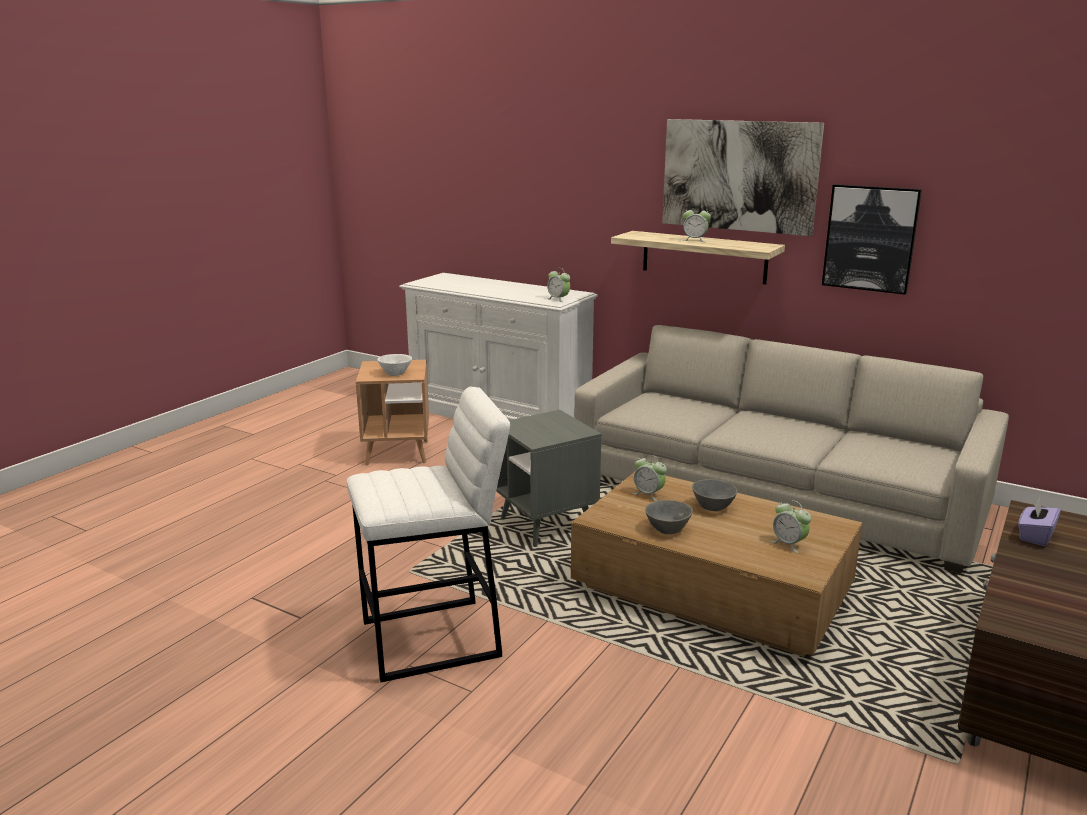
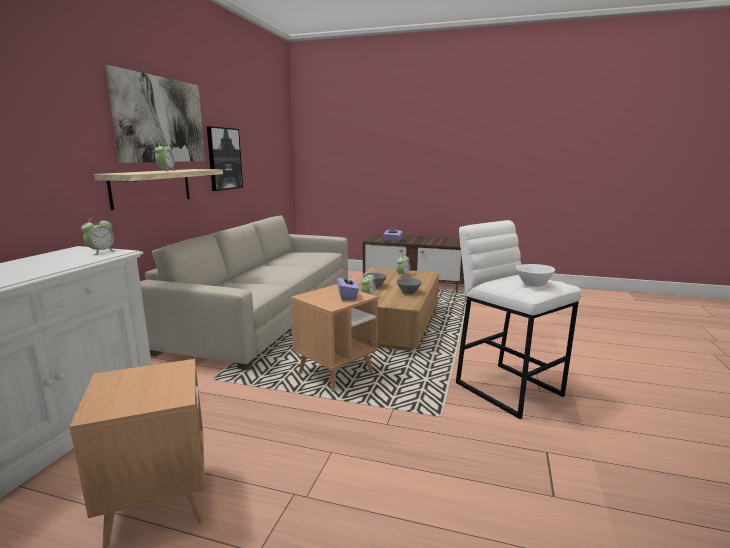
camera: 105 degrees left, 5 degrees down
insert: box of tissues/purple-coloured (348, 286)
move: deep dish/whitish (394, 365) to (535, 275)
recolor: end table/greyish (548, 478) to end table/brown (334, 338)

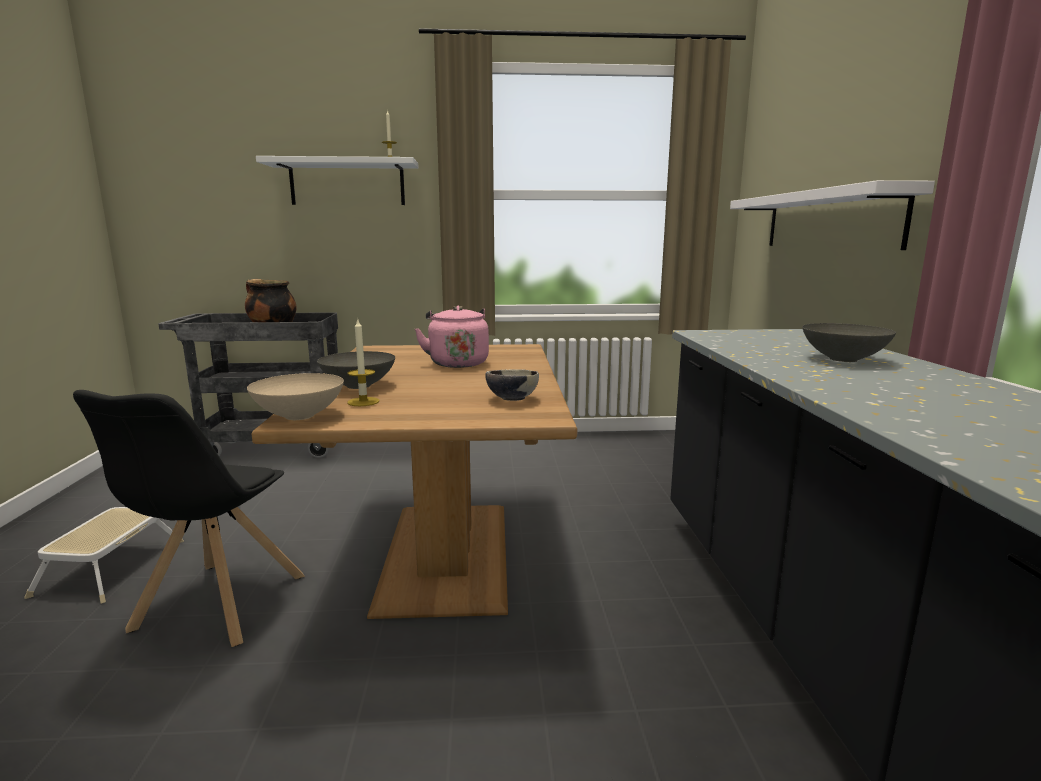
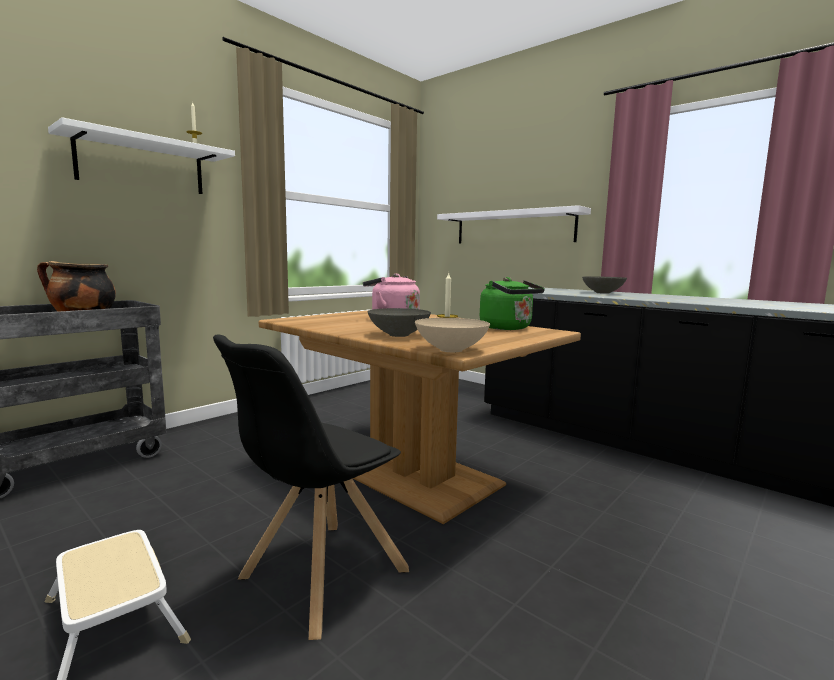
camera: 45 degrees left, 5 degrees down
replace: deep dish (512, 385) to tea kettle/greenish (512, 303)
rotate: upright chair/black-coloured (189, 518) = (311, 487) 75 degrees clockwise

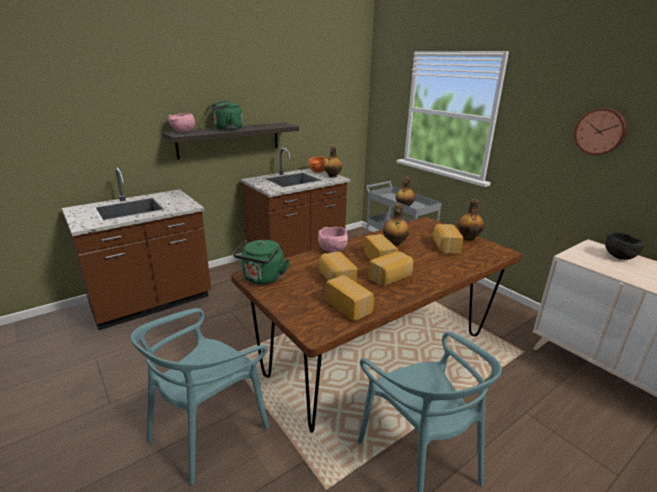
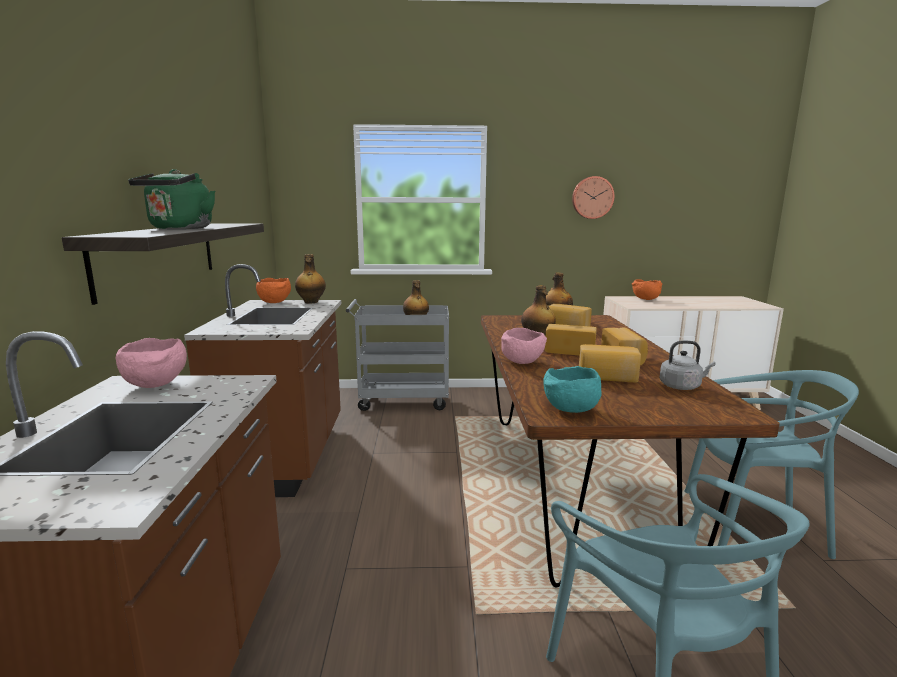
camera: 55 degrees left, 10 degrees down
move: deep dish/pink (181, 122) to (151, 363)
replace: tea kettle/greenish (261, 262) to deep dish/blue-green (572, 389); baked bread (350, 298) to tea kettle/greyish (687, 365)
recolor: deep dish/black-coloured (625, 246) to deep dish/orange-coloured (647, 289)

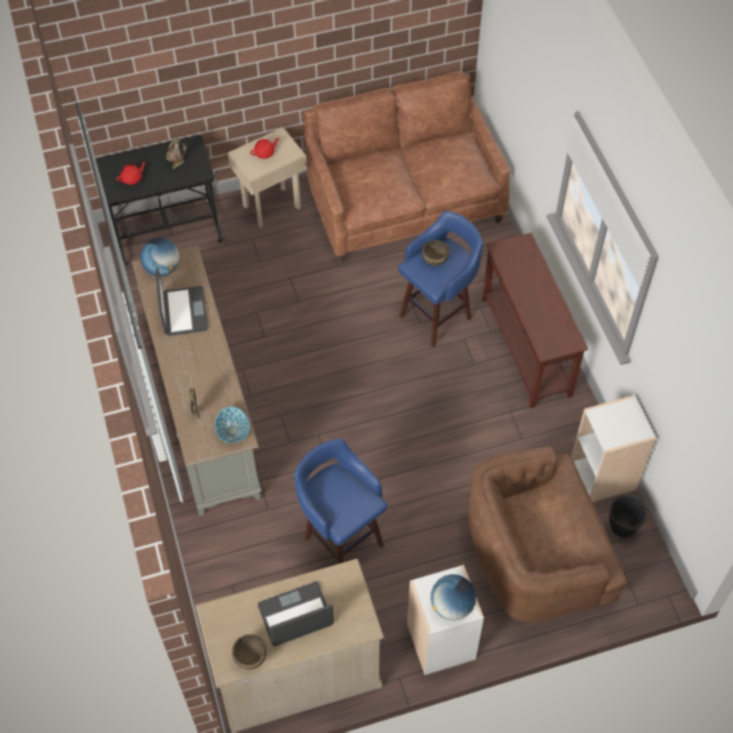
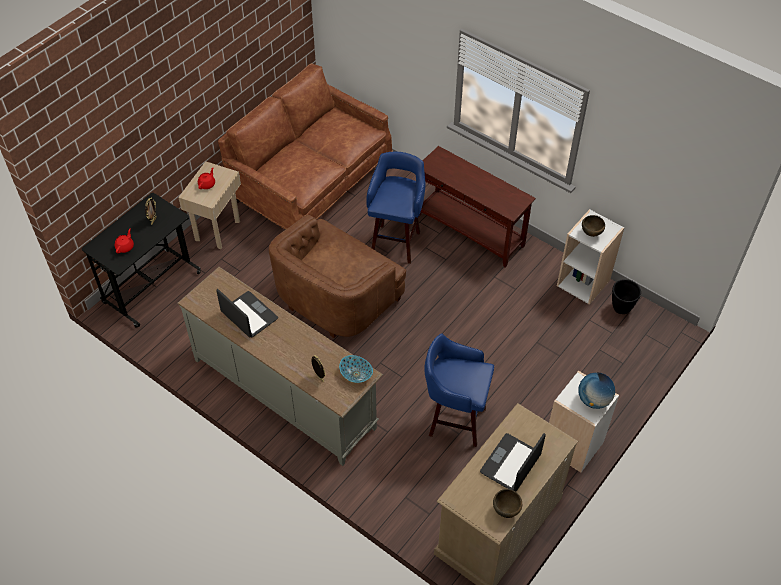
camera: 35 degrees left, 5 degrees down
delete: globe (159, 257)
move: deep dish/brown (436, 253) to (593, 226); lounge chair/brown (548, 534) to (337, 276)

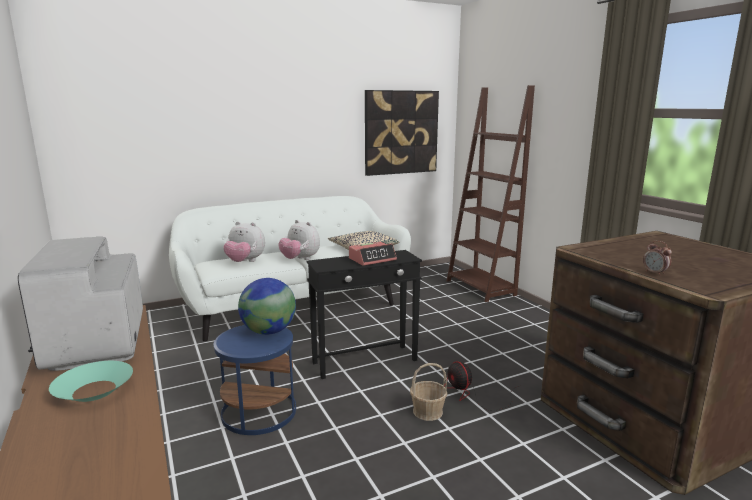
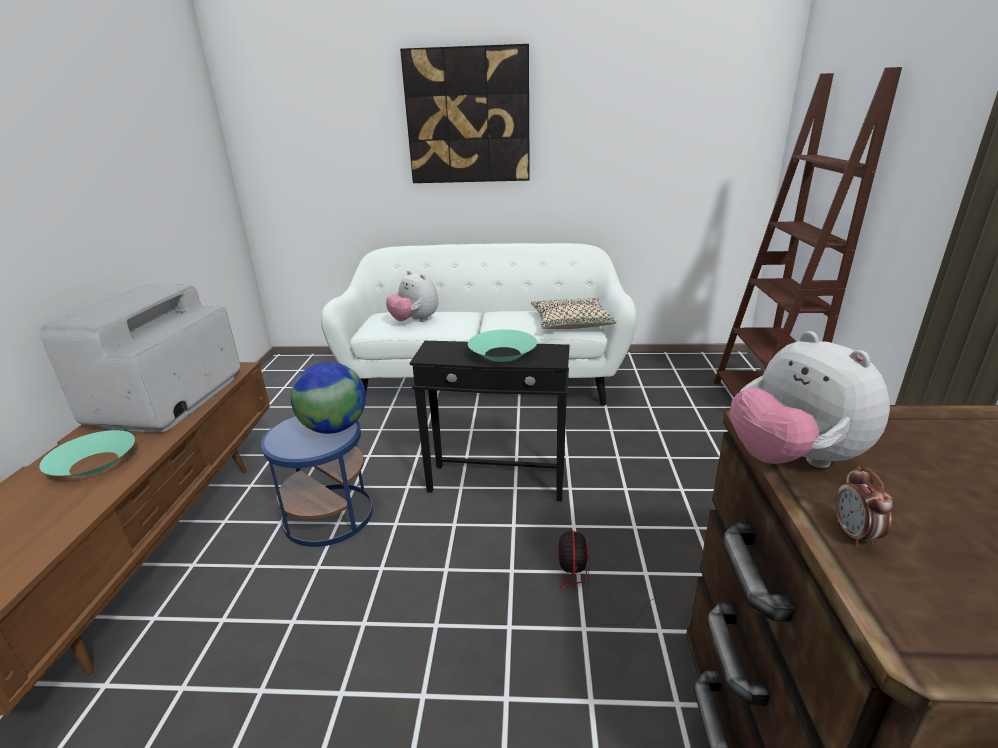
camera: 30 degrees right, 10 degrees up
delete: basket (428, 392)
move: soft toy (299, 240) to (810, 399); wall art (402, 133) to (465, 113)
replace: table clock (373, 253) to deep dish/blue-green (502, 346)

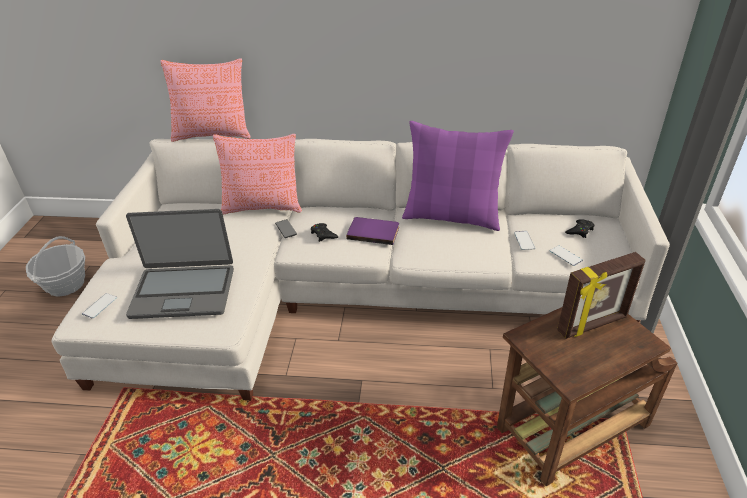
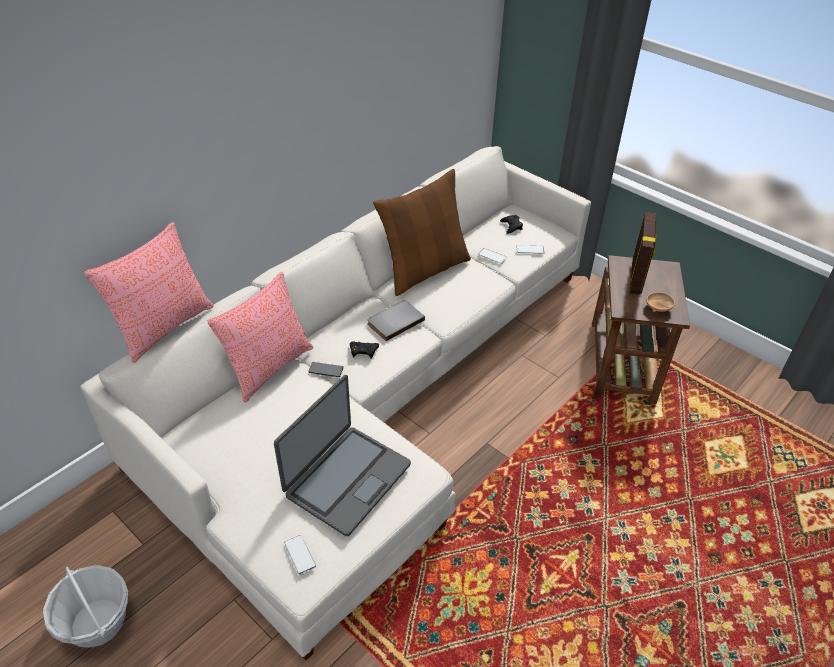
camera: 55 degrees left, 5 degrees up
insert: deep dish/brown (660, 302)
recolor: volume/purple-coloured (372, 231) to volume/greyish (396, 320); cushion/purple-coloured (458, 176) to cushion/brown (422, 232)

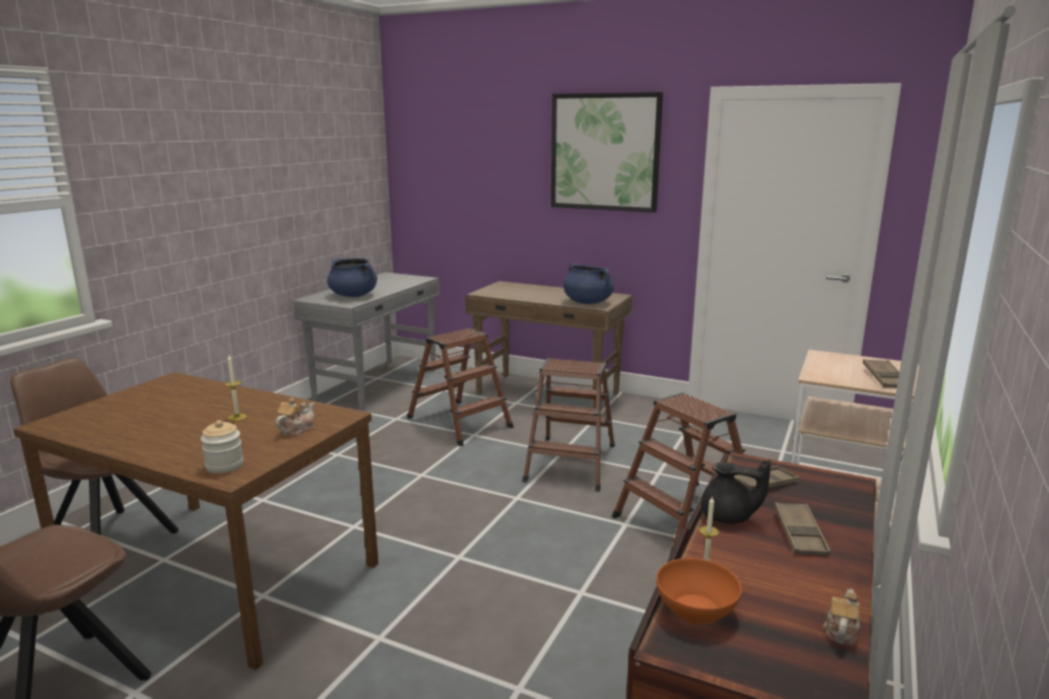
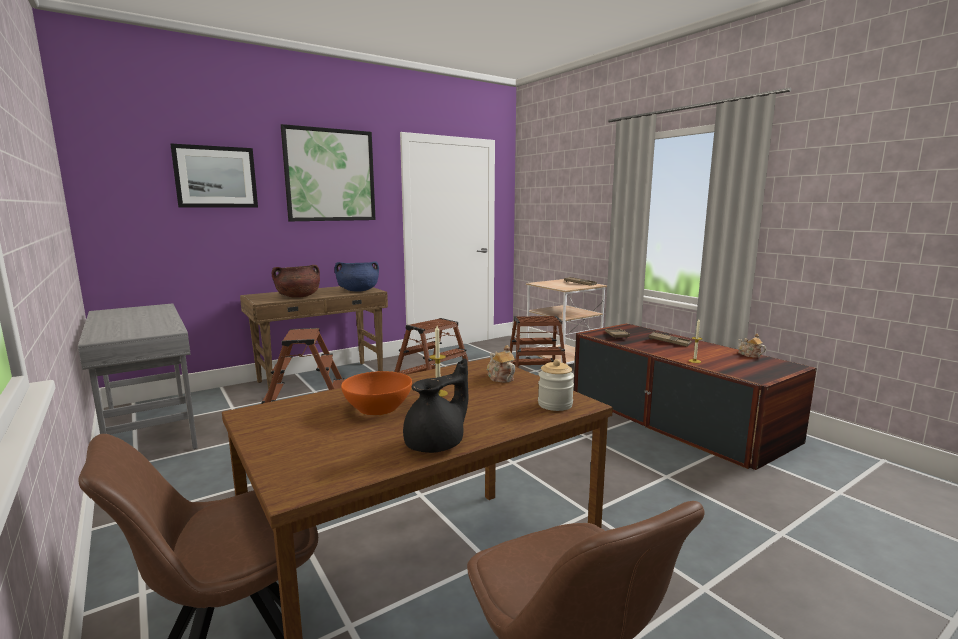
camera: 60 degrees left, 5 degrees down
delete: stockpot/blue-coloured (352, 277)
insert: wall art (214, 176); stockpot/brown (296, 281)
move: deep dish/orange-coloured (699, 591) to (376, 393); pot for tea/black-coloured (736, 492) to (435, 405)

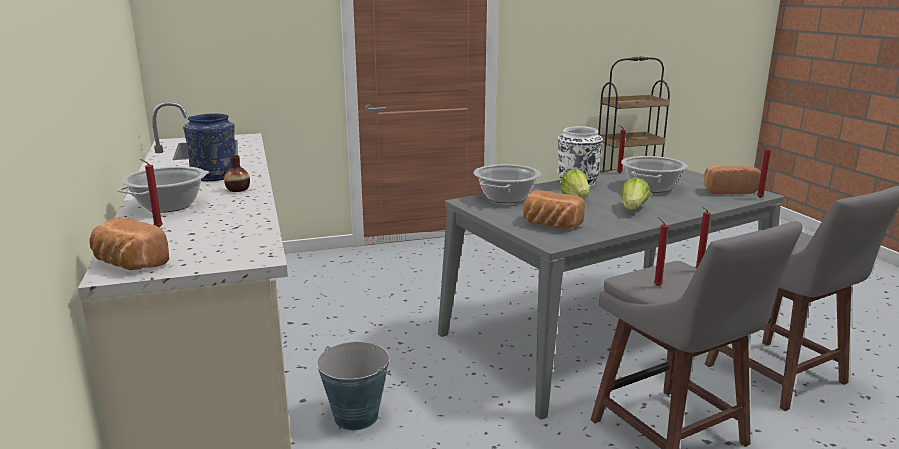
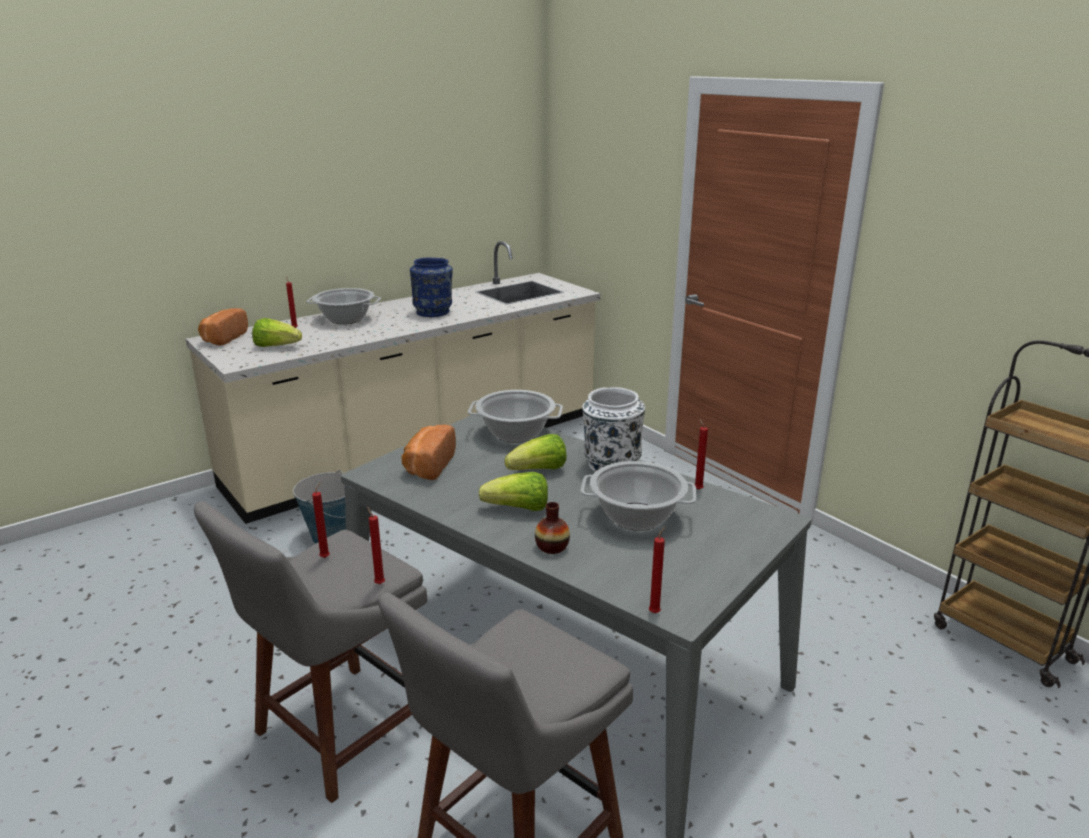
camera: 70 degrees right, 5 degrees up
delete: baked bread (732, 180)
insert: head of lettuce (277, 332)
move: decorative vase (237, 173) to (552, 528)

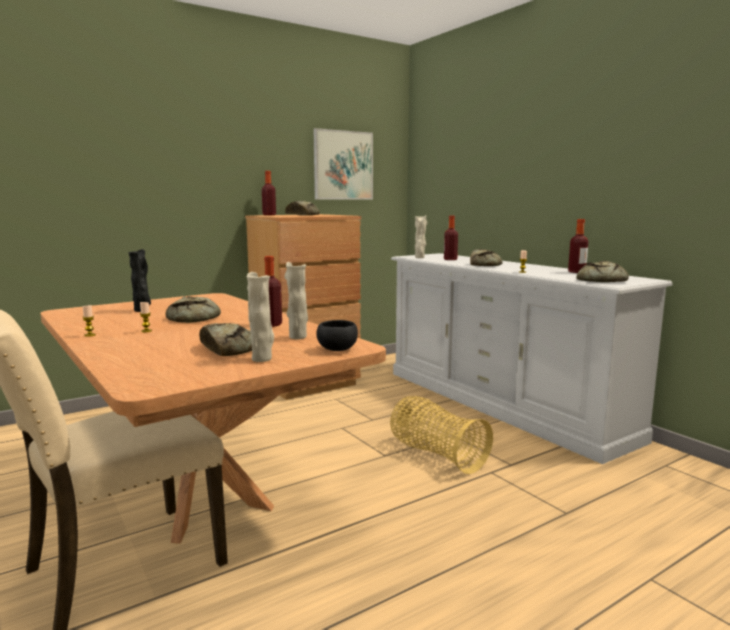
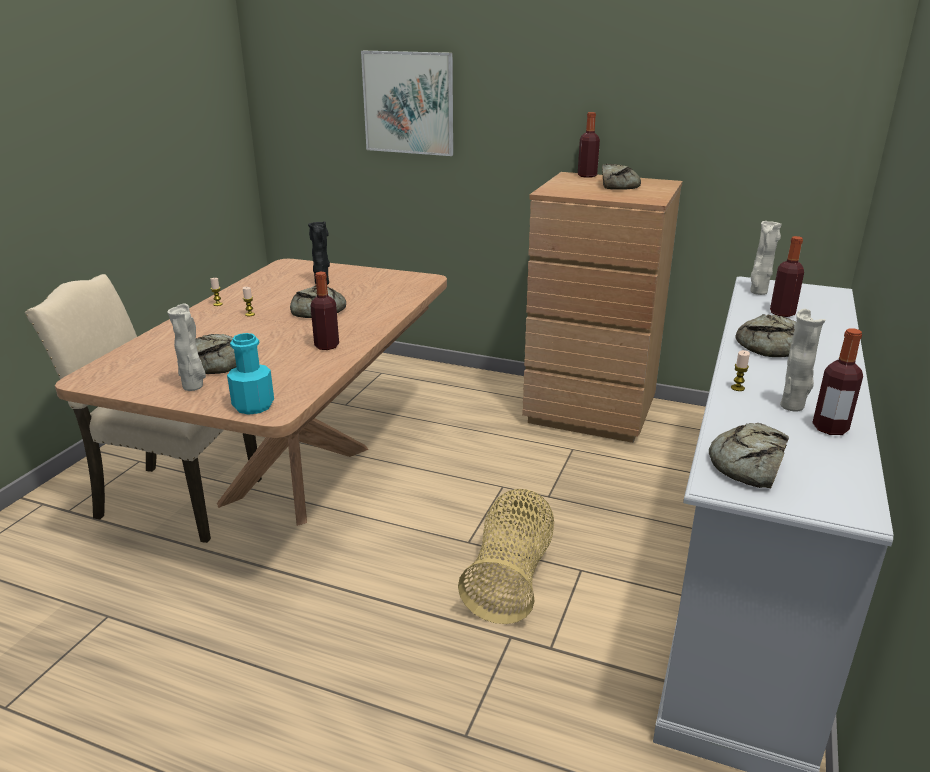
camera: 55 degrees right, 15 degrees up
move: decorative vase/beige-coloured (296, 300) to (803, 360); wall art (343, 163) to (407, 103)
replace: deep dish/black-coloured (337, 335) to beverage bottle/blue-green (250, 374)

